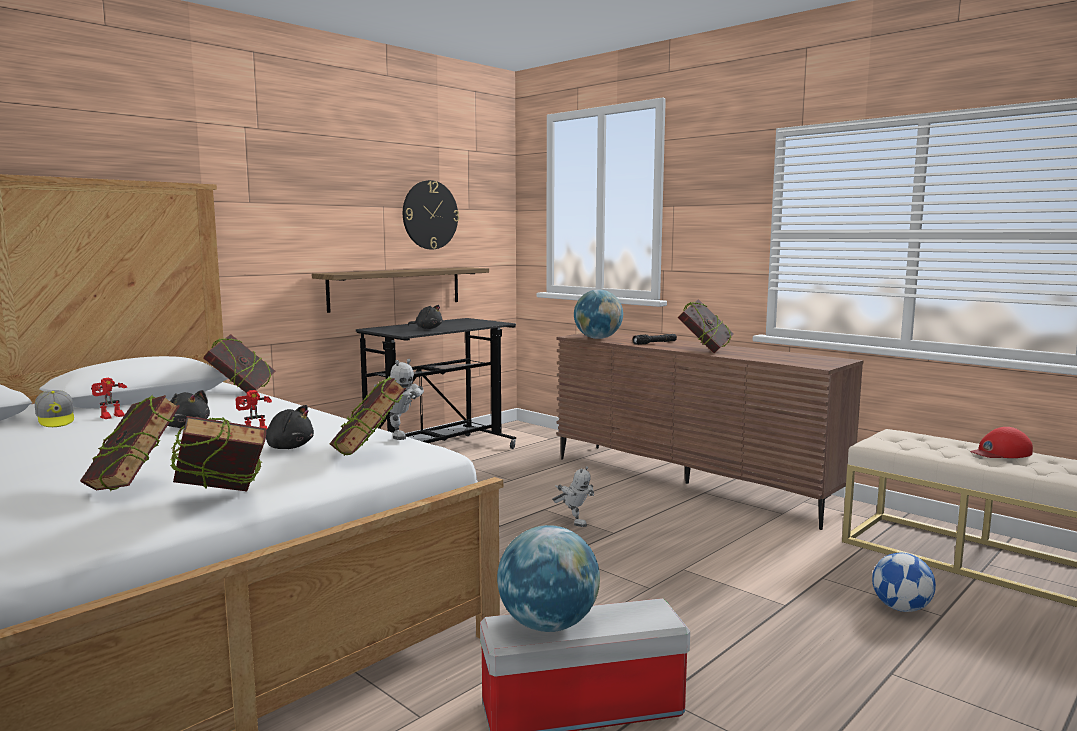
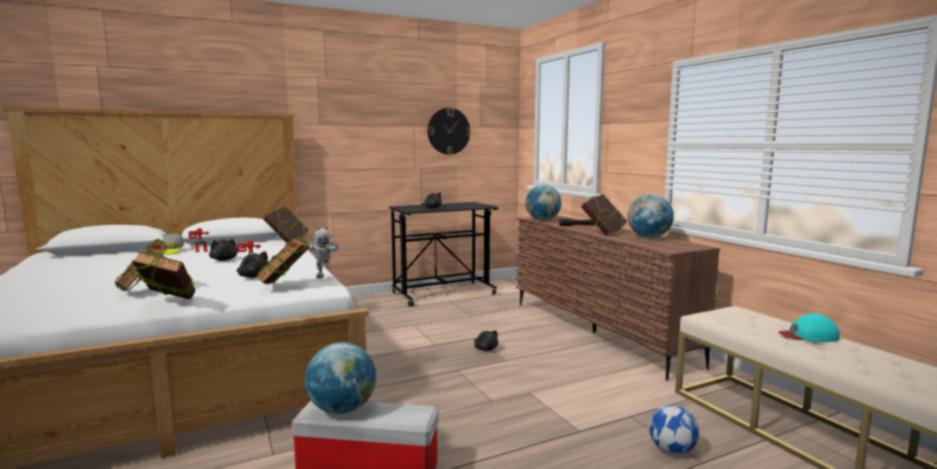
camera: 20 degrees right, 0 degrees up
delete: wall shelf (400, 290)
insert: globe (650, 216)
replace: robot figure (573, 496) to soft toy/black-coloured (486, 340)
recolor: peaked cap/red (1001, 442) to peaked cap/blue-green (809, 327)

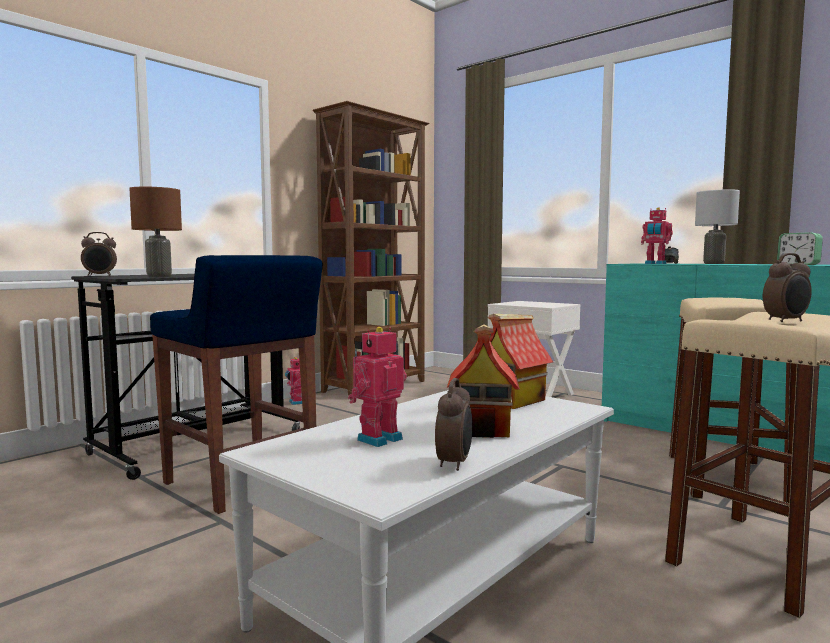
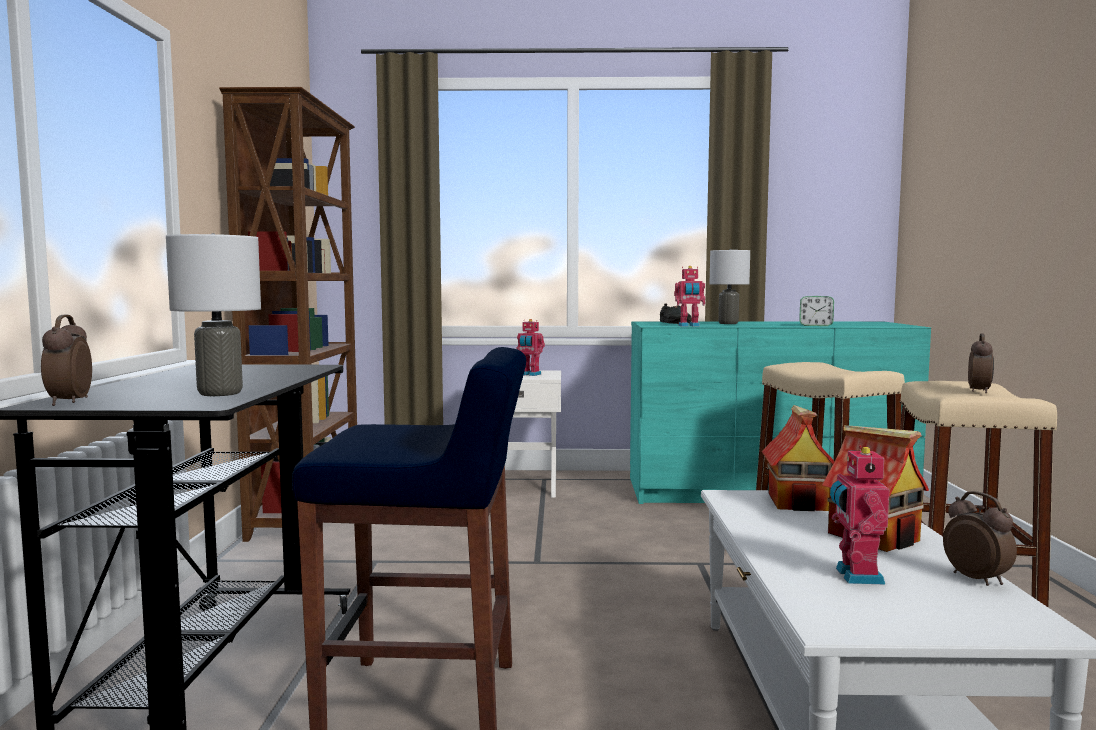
camera: 40 degrees left, 0 degrees up
move: robot figure (293, 381) to (530, 347)
recolor: tabletop lamp/brown (155, 232) to tabletop lamp/whitish (213, 314)
rotate: table clock (99, 254) = (66, 360) 135 degrees clockwise

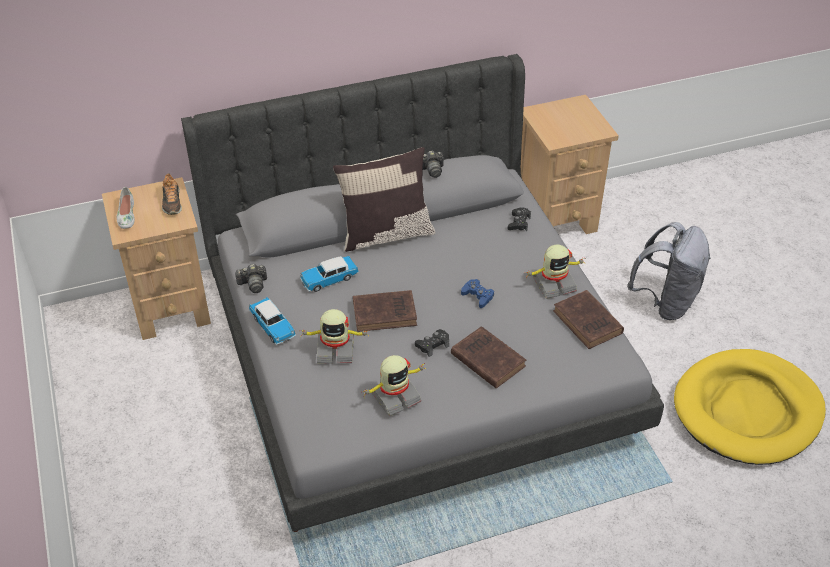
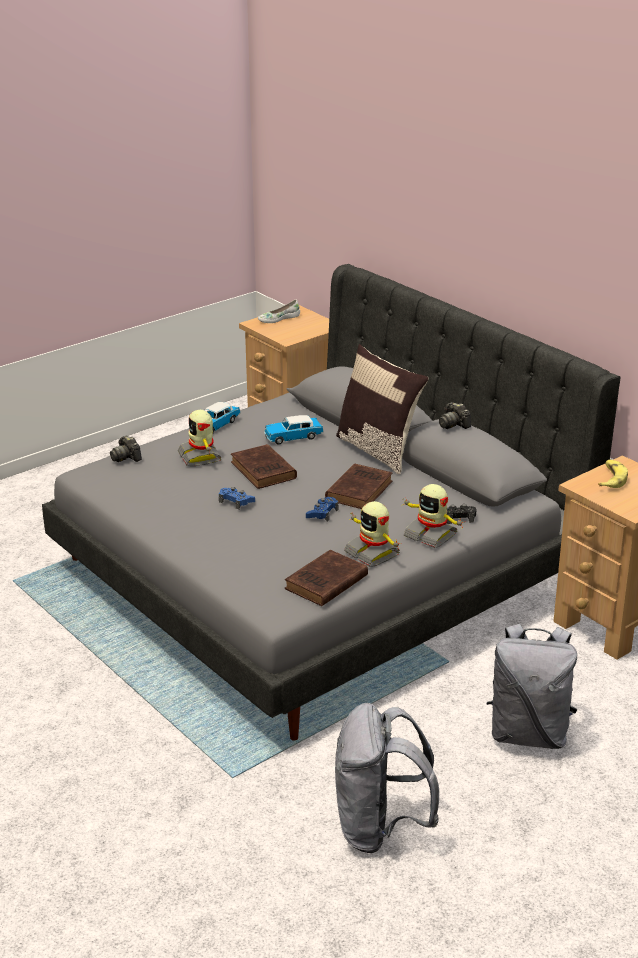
camera: 70 degrees right, 15 degrees down
delete: low shoe (172, 194)
insert: whole banana (613, 474)
move: photo camera (251, 278) to (126, 449); robot figure (394, 385) to (433, 516); volume/brown (488, 357) to (358, 486)
replace: pet bed/yellow-coloured (750, 407) to backpack/greyish (387, 778)
recolor: game controller/black-coloured (432, 343) to game controller/blue-coloured (237, 498)
rotate: toy car (329, 274) = (293, 430) 60 degrees counterclockwise

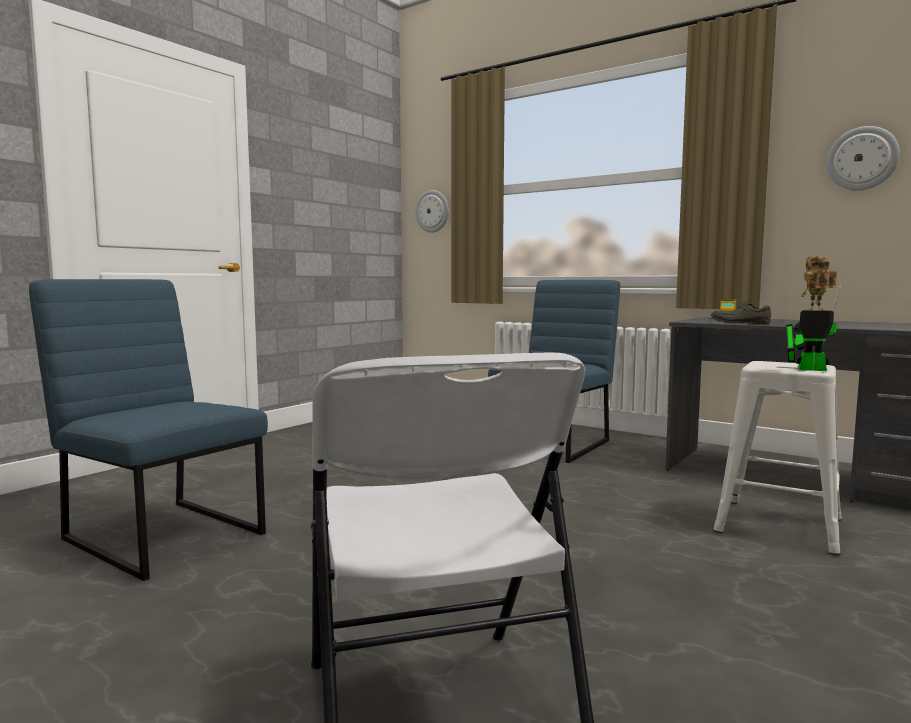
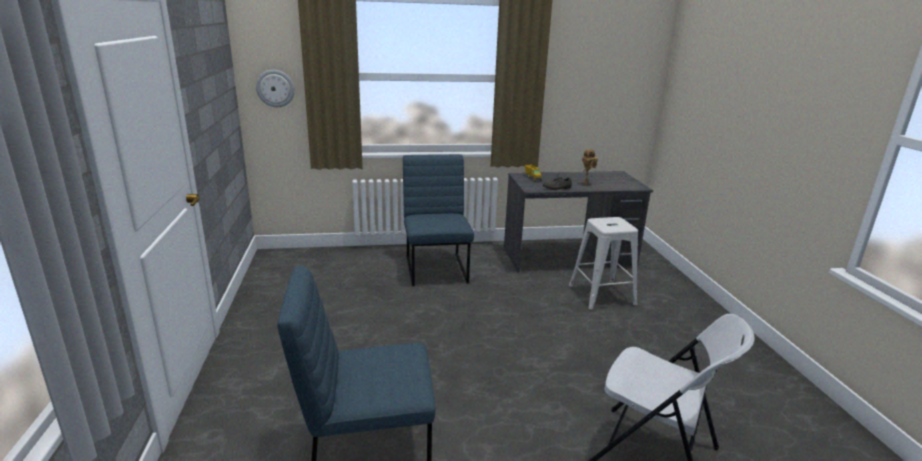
camera: 45 degrees left, 15 degrees up
delete: robot figure (813, 327); hanging clock (863, 158)

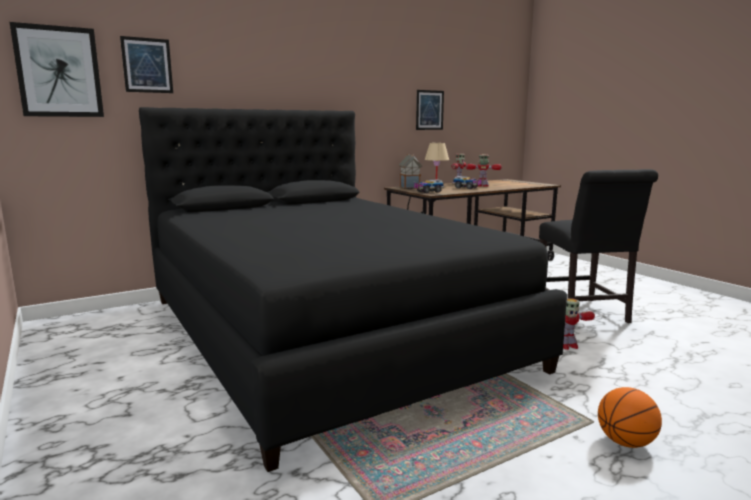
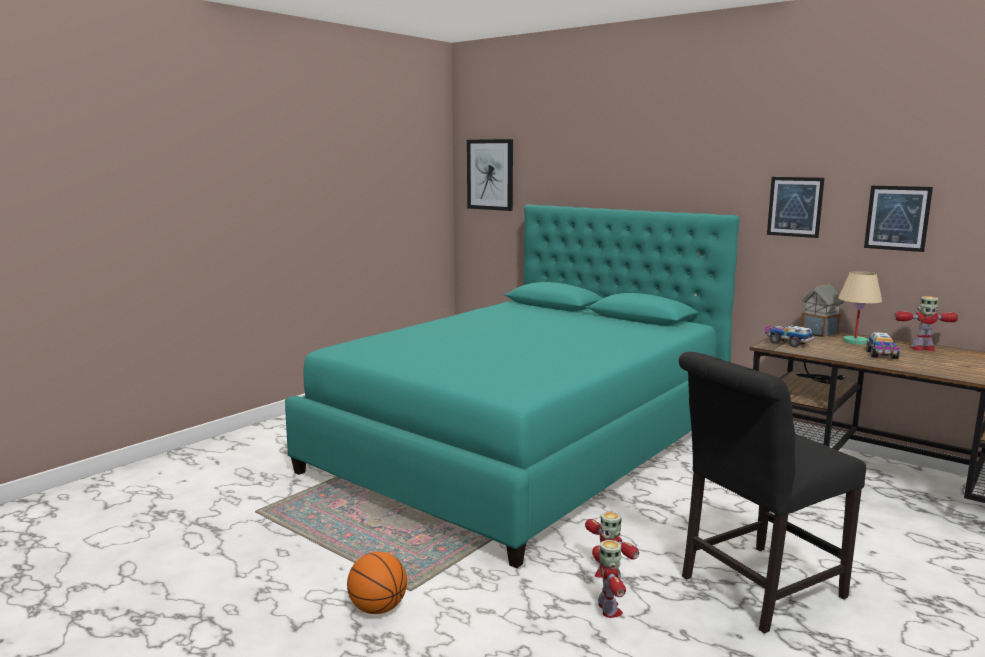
camera: 70 degrees right, 0 degrees up
move: wall art (146, 64) to (796, 207); robot figure (484, 171) to (609, 579)
recolor: sleeping bed/black-coloured (353, 289) to sleeping bed/blue-green (512, 386)

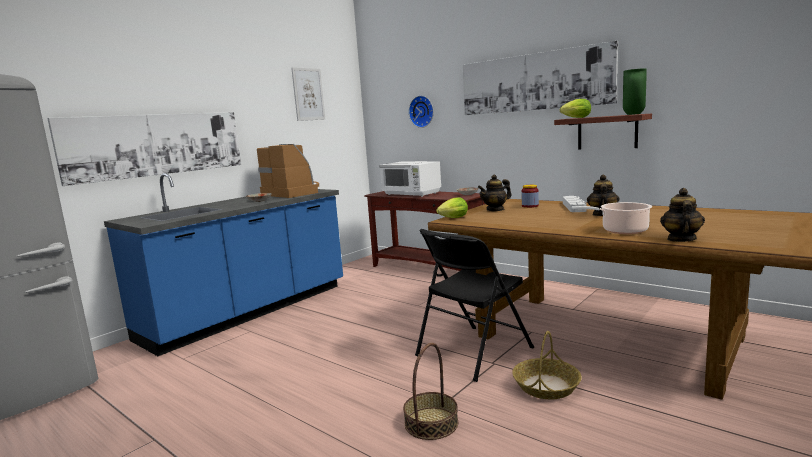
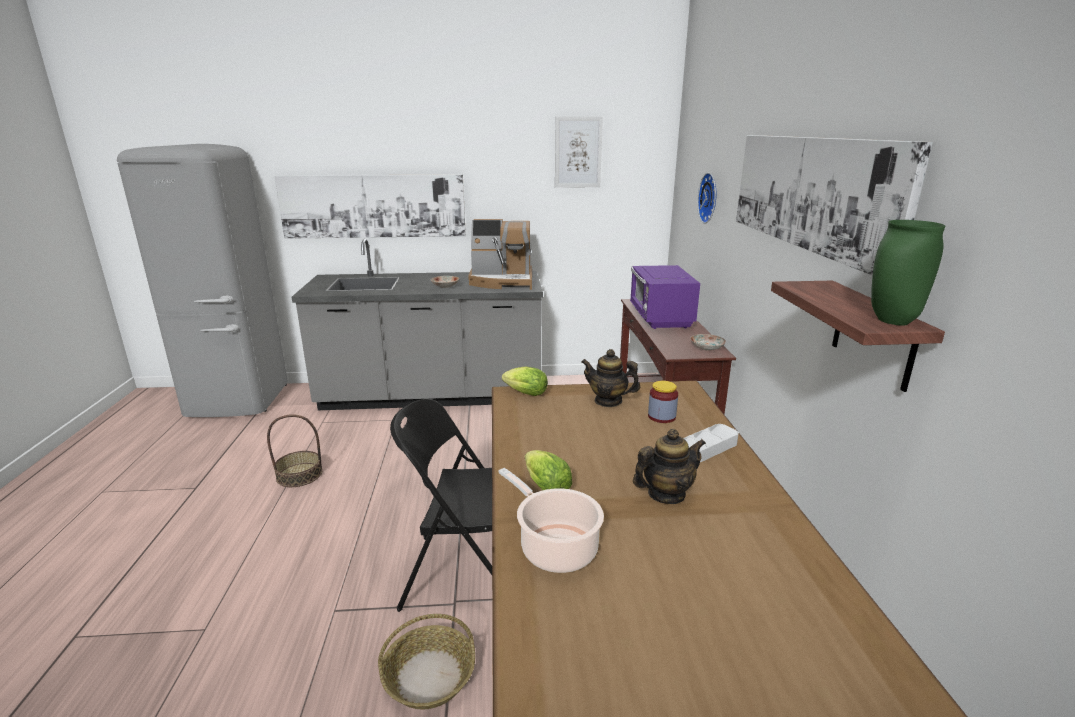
camera: 45 degrees right, 10 degrees up
delete: pot for tea (682, 215)
move: basket (430, 391) to (294, 450); head of lettuce (575, 108) to (548, 470)
recolor: kitchen base unit/blue-coloured (223, 264) to kitchen base unit/greyish (417, 324); microwave/whitish (410, 179) to microwave/purple-coloured (665, 297)
rotate: coffee brewer (288, 171) = (500, 254) 90 degrees clockwise

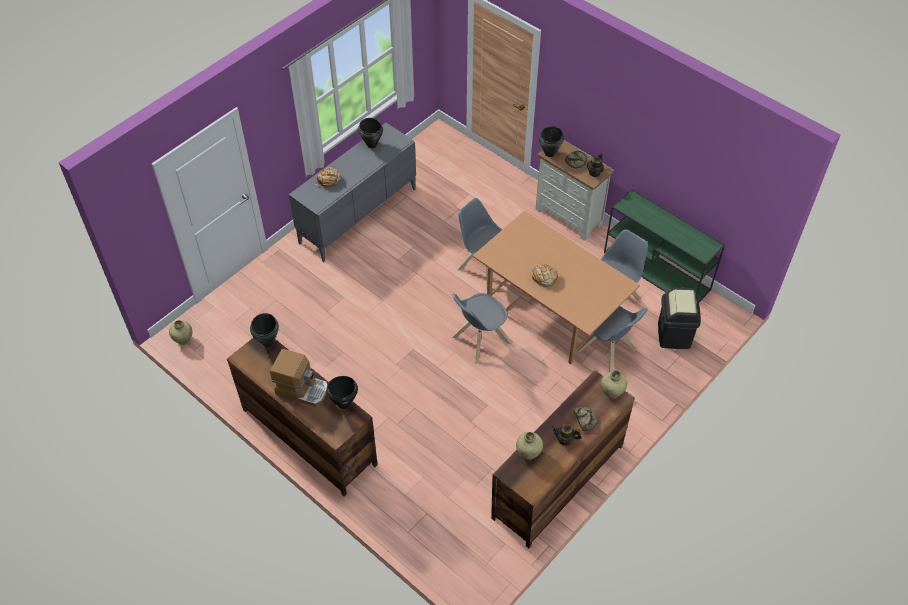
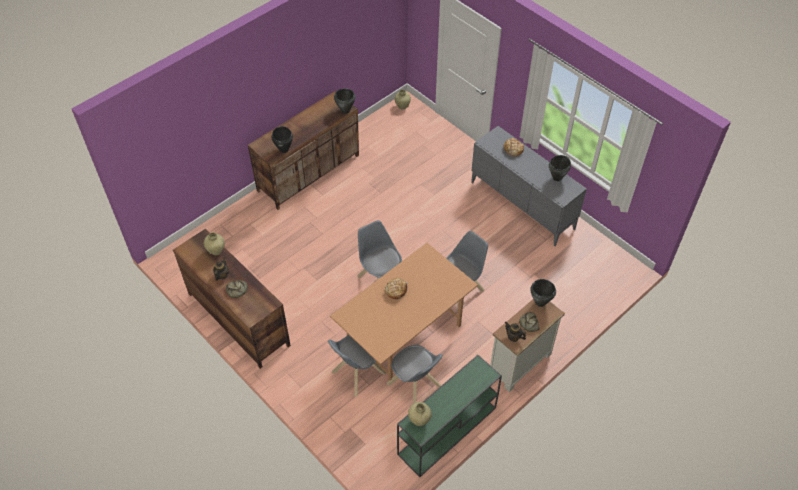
camera: 95 degrees right, 0 degrees up
delete: coffee brewer (299, 378); rubbish bin/black-coloured (679, 318)
move: decorative vase/beige-coloured (614, 384) to (420, 414)

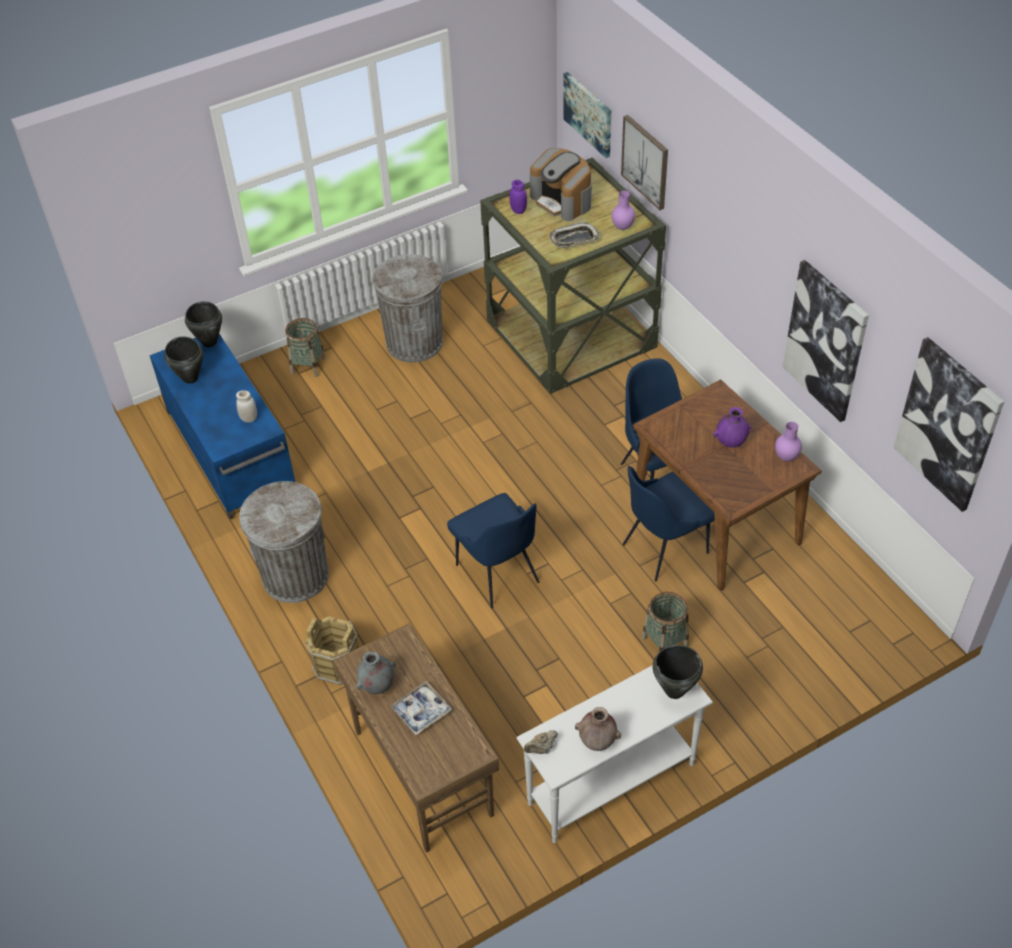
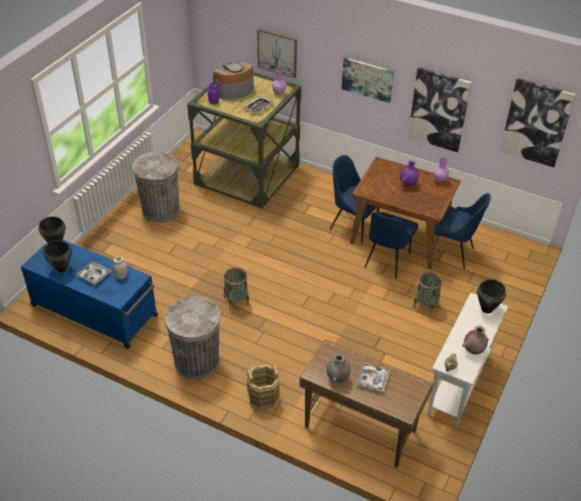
camera: 35 degrees left, 5 degrees down
insert: tray (94, 273)
move: basket (305, 347) to (236, 288); upright chair/blue-coloured (493, 550) to (462, 231); wall art (587, 115) to (367, 80)
rotate: coffee brewer (561, 184) = (233, 81) 135 degrees clockwise

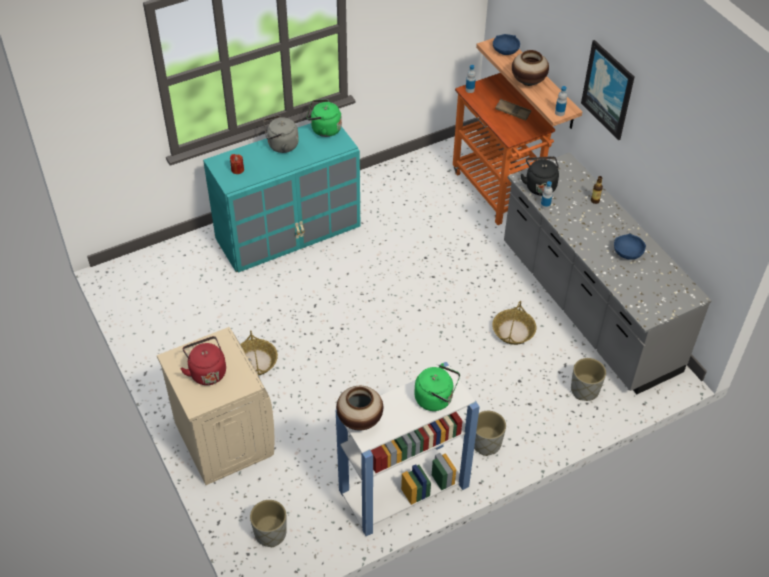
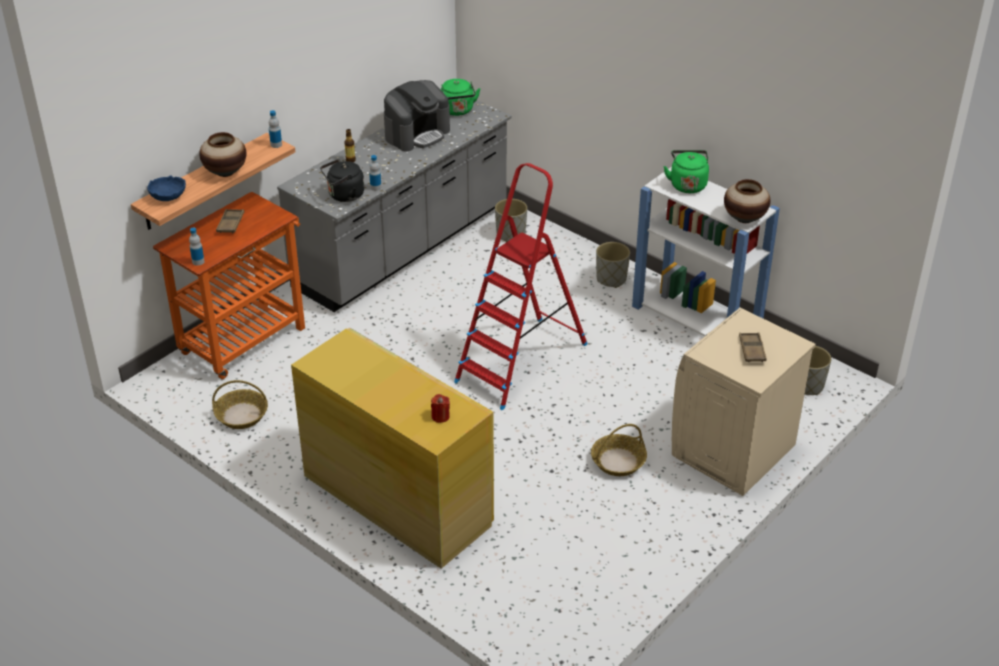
camera: 110 degrees left, 10 degrees down
delete: tea kettle/greyish (281, 134); wall art (608, 90)
insert: stepladder/red (521, 286)
move: tea kettle/greenish (324, 118) to (460, 97); basket (514, 323) to (240, 404)
replace: tea kettle/red (203, 360) to tray/brown (753, 347); deep dish/blue-coloured (630, 247) to coffee brewer (417, 115)
recolor: storage cabinet/blue-green (281, 198) to storage cabinet/yellow-coloured (392, 448)

